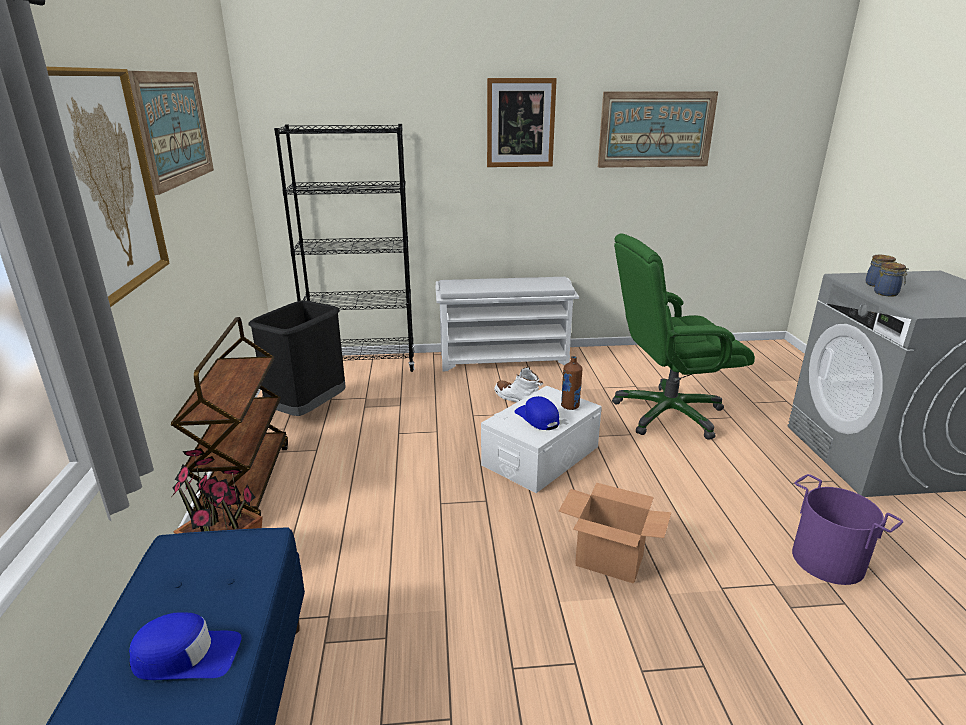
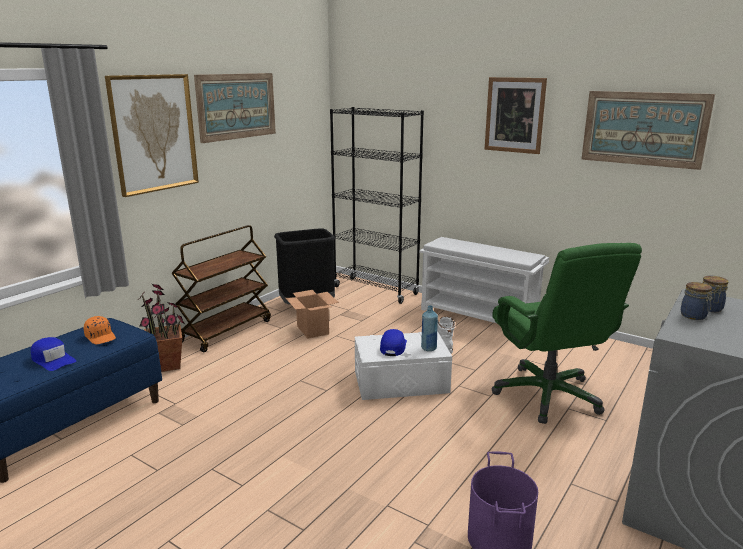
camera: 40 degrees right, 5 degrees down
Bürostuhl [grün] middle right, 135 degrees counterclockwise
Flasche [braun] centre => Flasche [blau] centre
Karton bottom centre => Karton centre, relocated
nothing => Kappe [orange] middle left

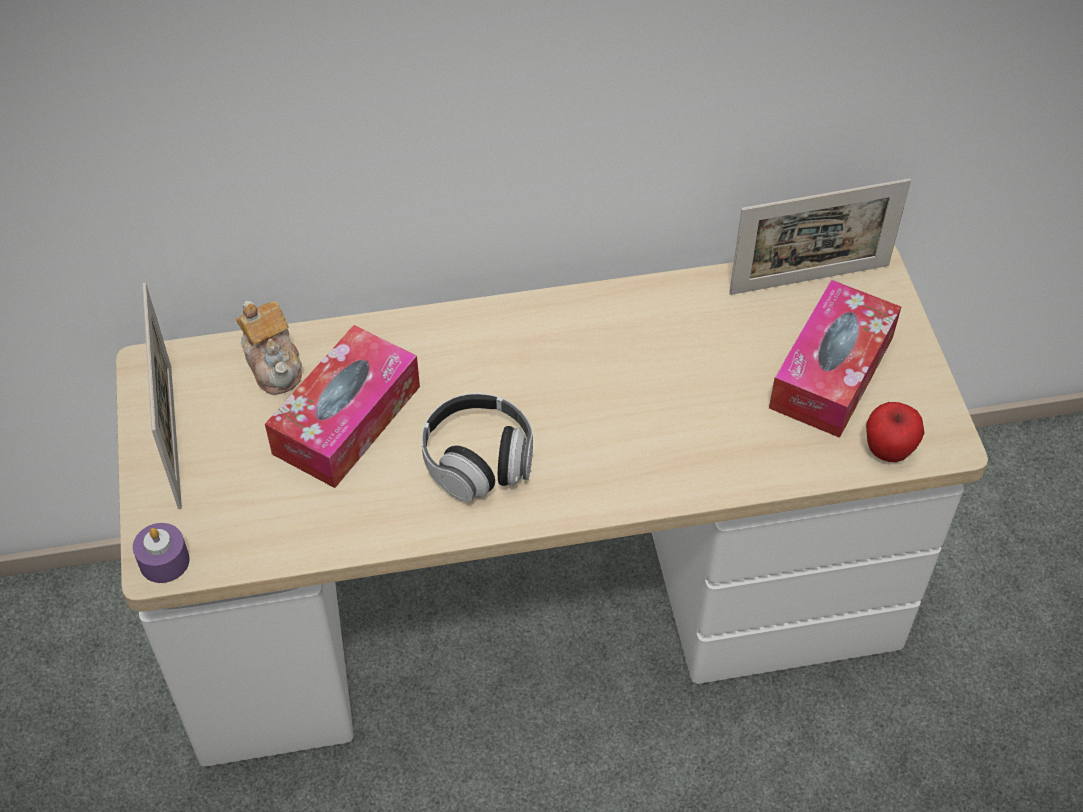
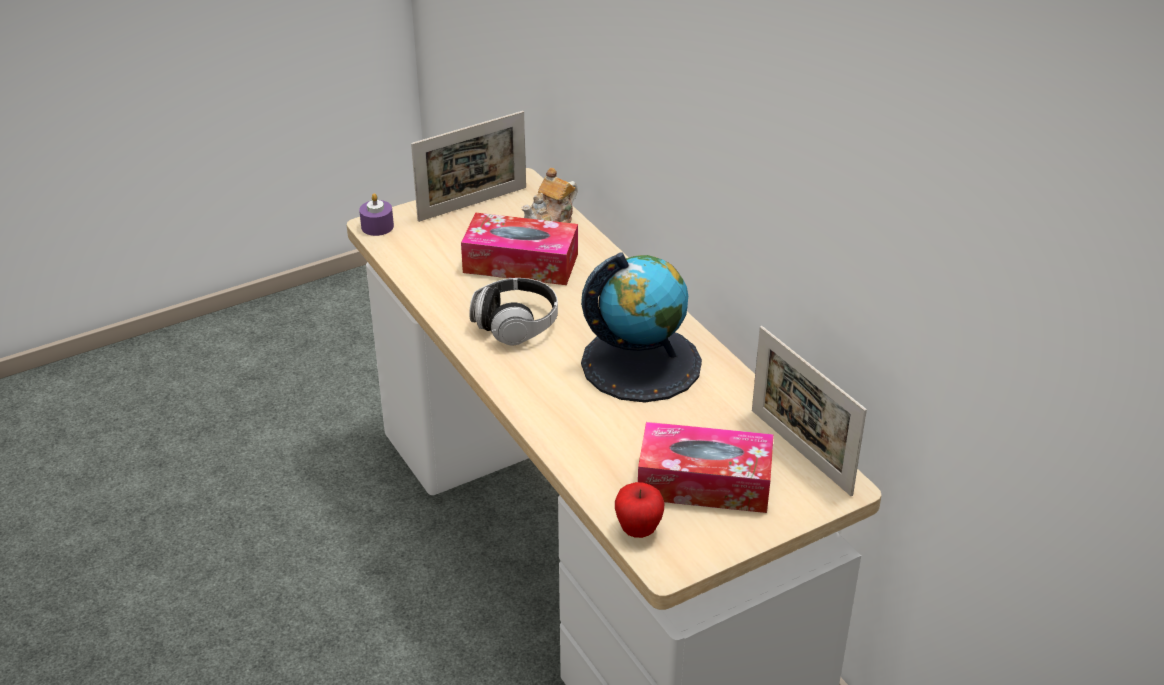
camera: 70 degrees right, 15 degrees down
nothing => Globus centre

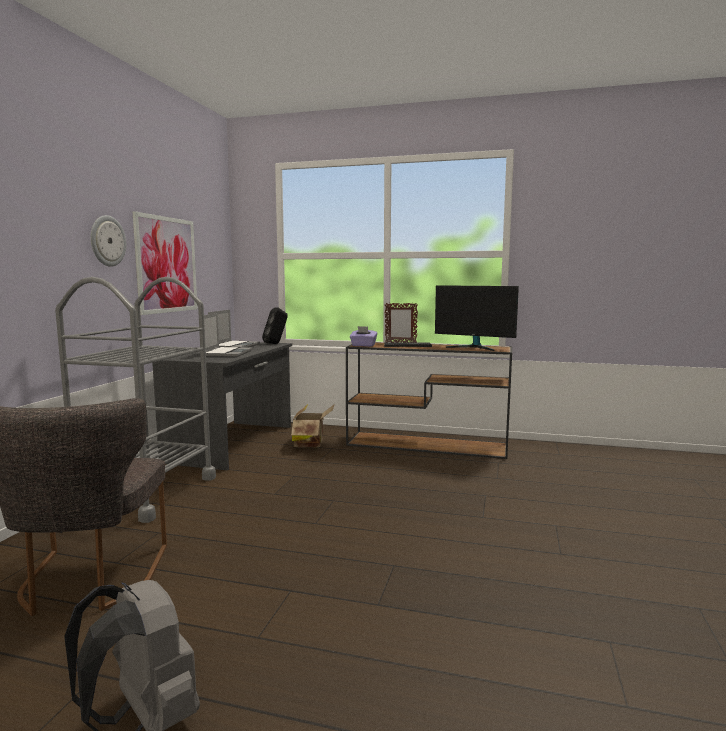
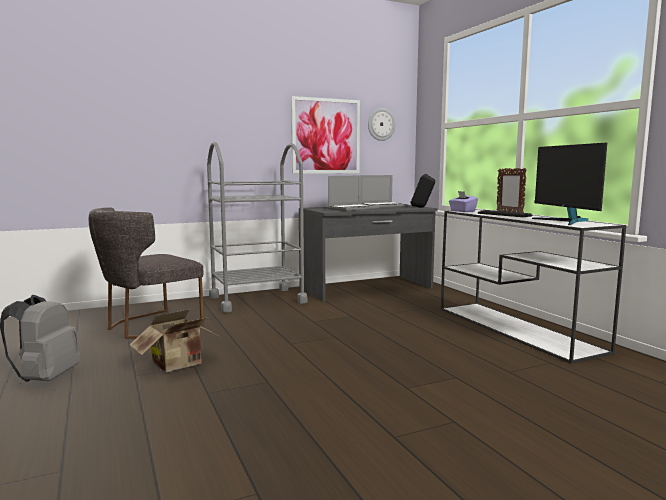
camera: 50 degrees right, 0 degrees up
Wanduhr top left => Wanduhr top centre, relocated
Konsolentisch [braun] centre => Konsolentisch [weiß] middle right
Karton centre => Karton bottom left, relocated

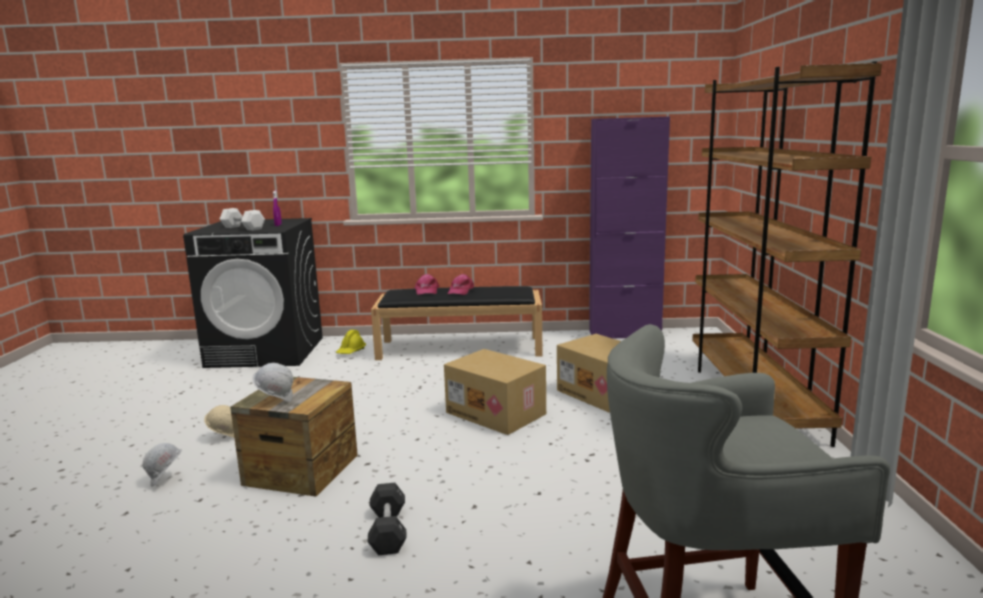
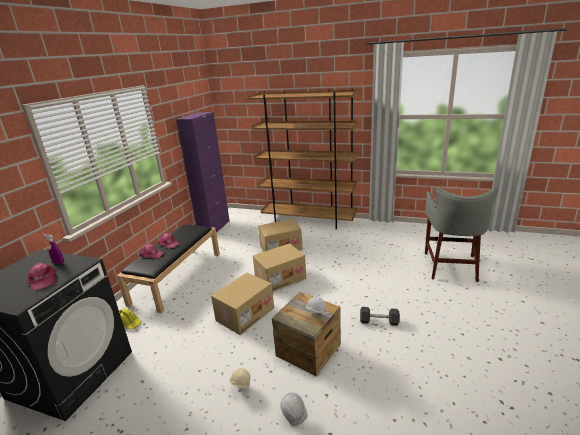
camera: 70 degrees left, 10 degrees up
Hantel [weiß] middle left => Kappe [rosa] (no. 1 from left) middle left
nothing => Karton (no. 1 from left) bottom centre

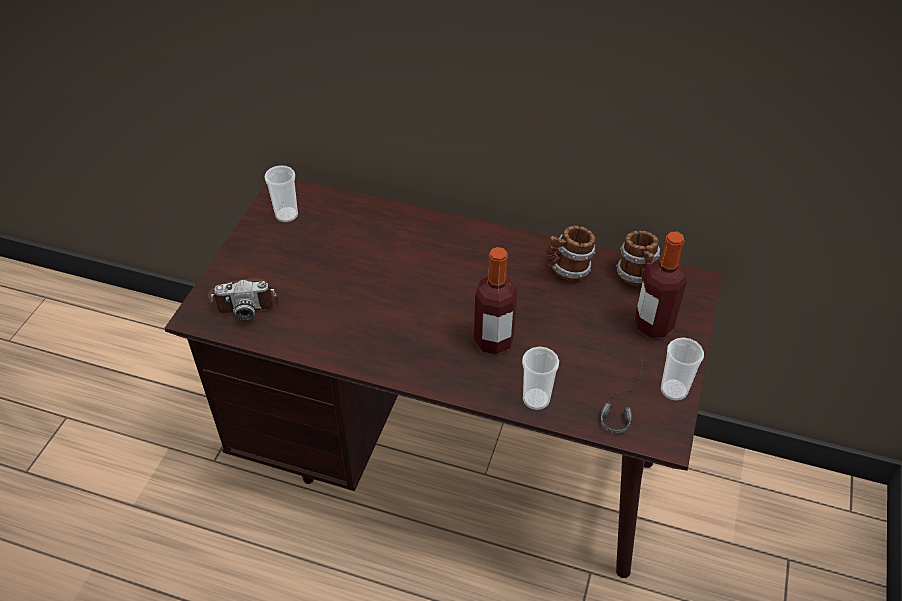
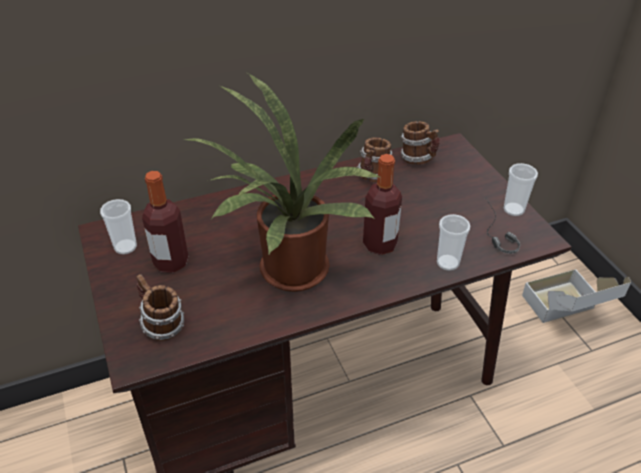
camera: 40 degrees left, 5 degrees down
Flasche (no. 2 from left in the first image) middle right => Flasche (no. 1 from left) middle left, relocated
Kamera middle left => Henkelbecher (no. 1 from left) middle left
nothing => Topfpflanze centre
nothing => Karton middle right

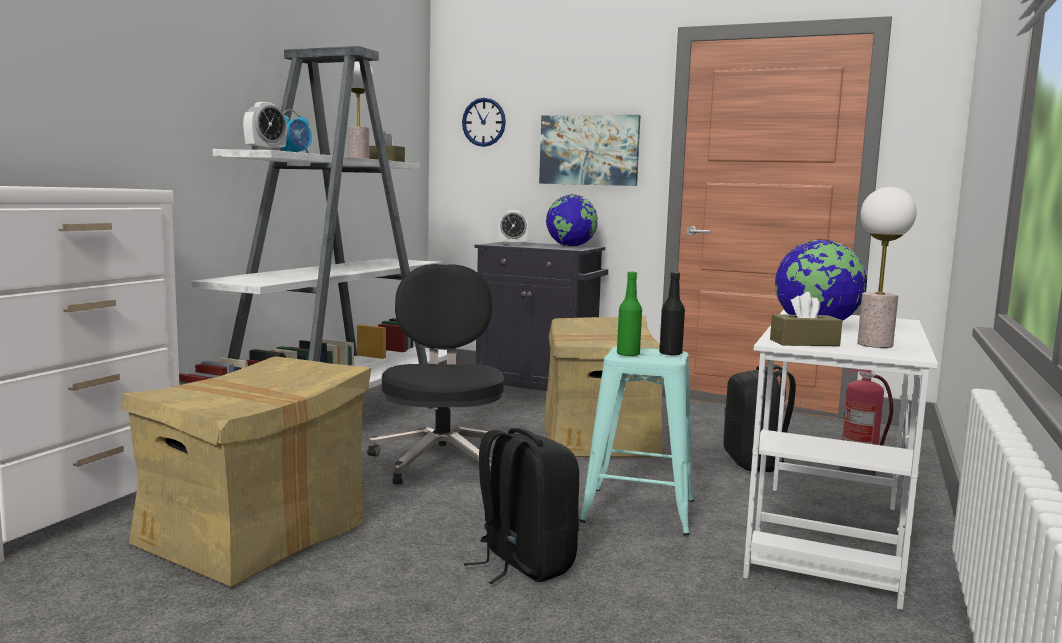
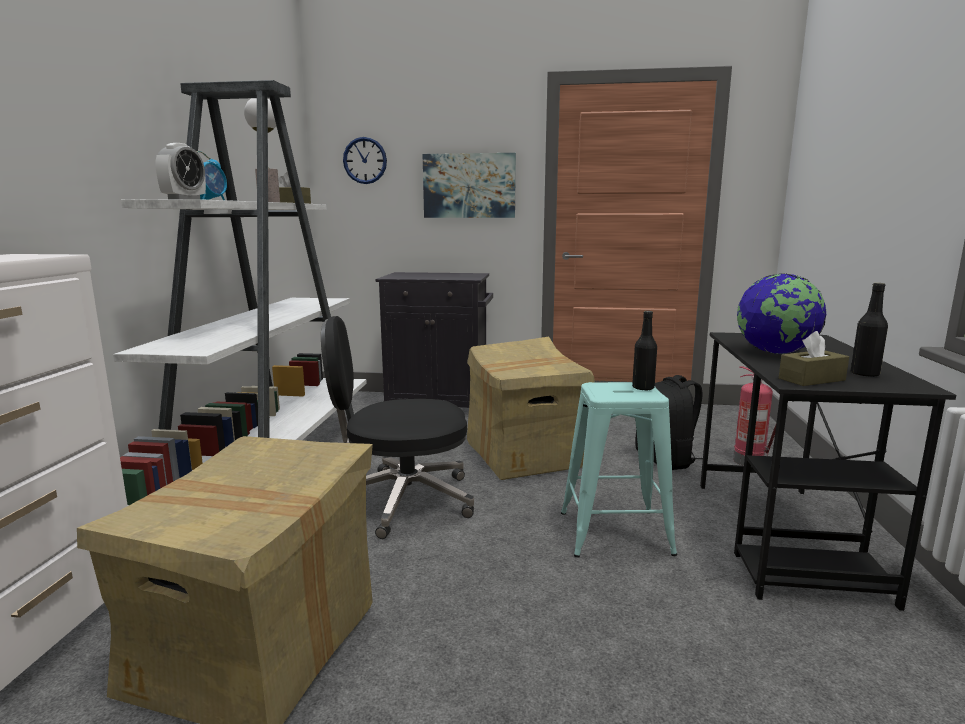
camera: 15 degrees left, 5 degrees up
Tischlampe (no. 2 from left) middle right => Flasche [schwarz] (no. 2 from left) middle right
Globus (no. 1 from left) centre => nothing
Wecker (no. 3 from left) centre => nothing
Bürostuhl [schwarz] centre, 75 degrees counterclockwise
Flasche [grün] centre => nothing
Schreibtisch [weiß] bottom right => Schreibtisch [schwarz] middle right
Rucksack [schwarz] (no. 1 from left) bottom centre => nothing

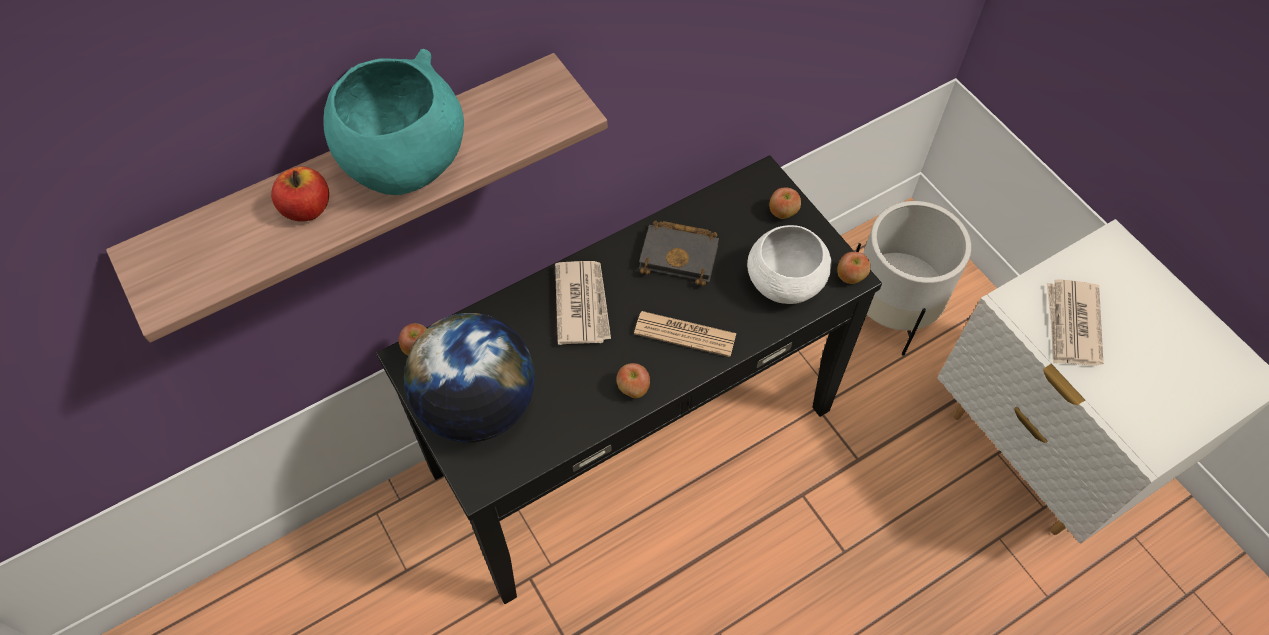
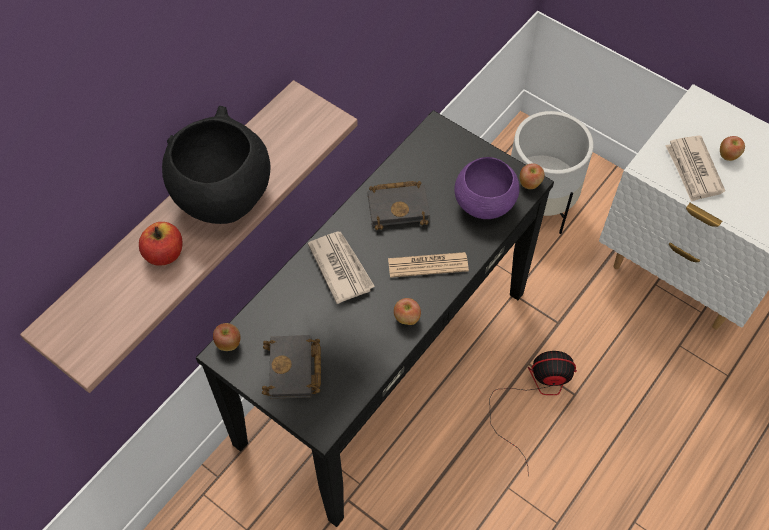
camera: 20 degrees left, 0 degrees up
Schüssel [türkis] top left => Schüssel [schwarz] top left
Apfel (no. 4 from left in the first image) top centre => Apfel (no. 5 from left) top right, relocated
Schüssel [weiß] centre => Schüssel [lila] centre
Globus centre => Buch [schwarz] (no. 1 from left) bottom centre
nothing => Ventilator bottom right

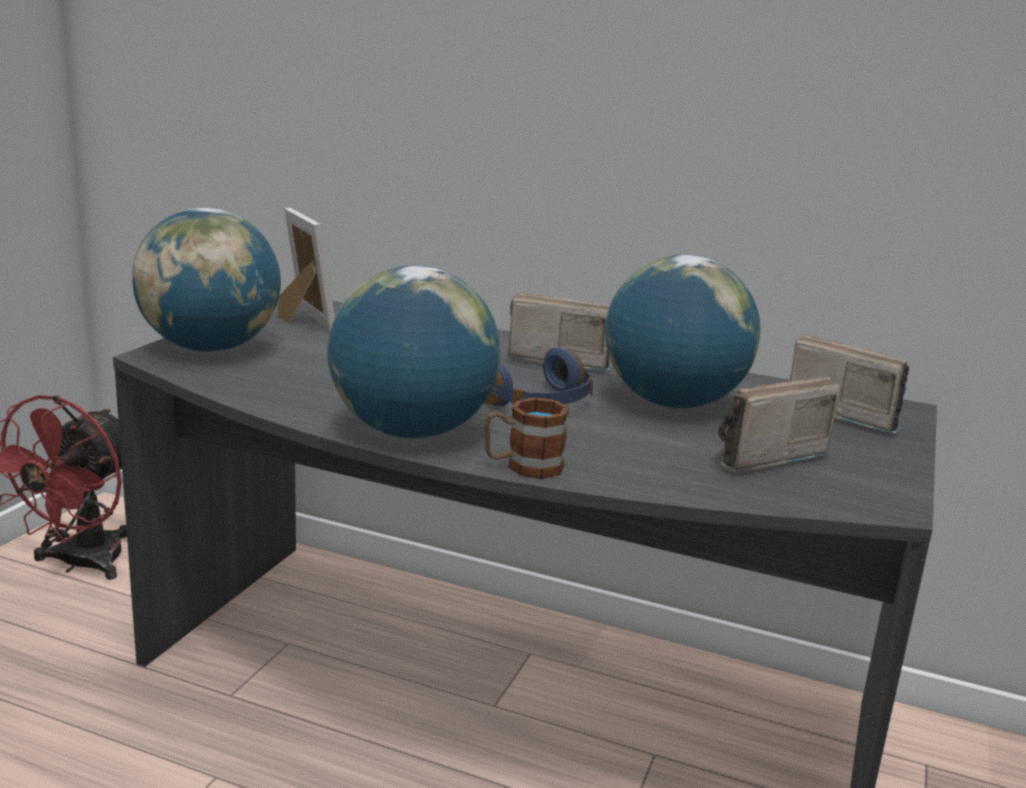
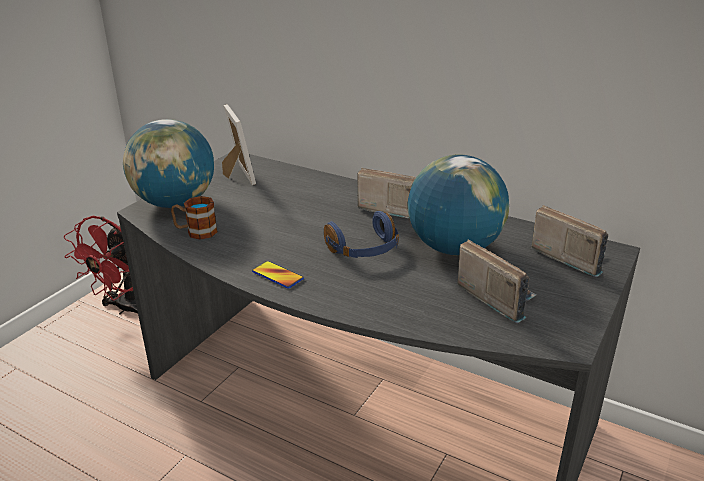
camera: 10 degrees right, 10 degrees up
Globus (no. 2 from left) centre => Handy centre
Radio (no. 2 from left) middle right, 75 degrees clockwise
Henkelbecher centre => Henkelbecher middle left, relocated

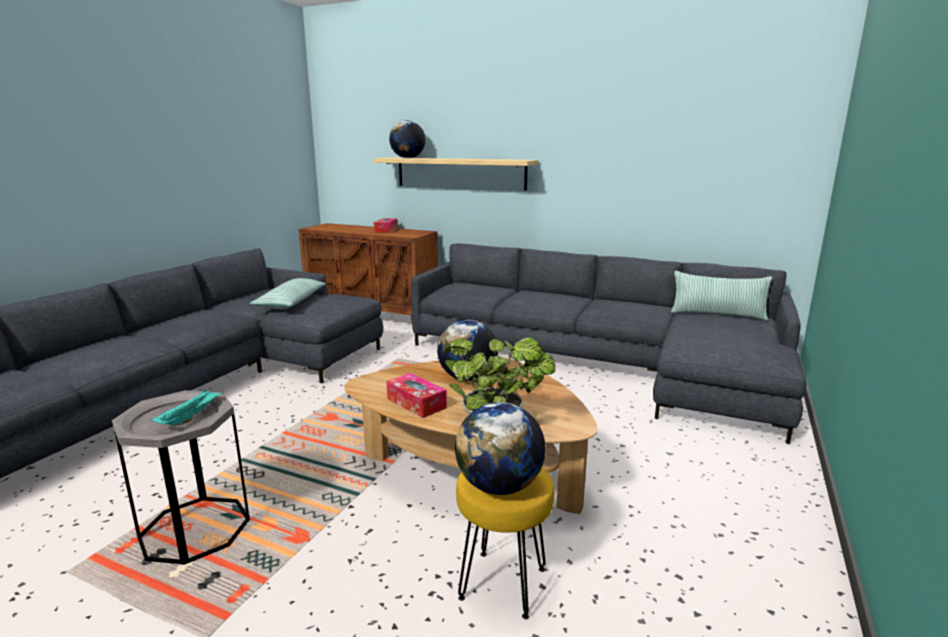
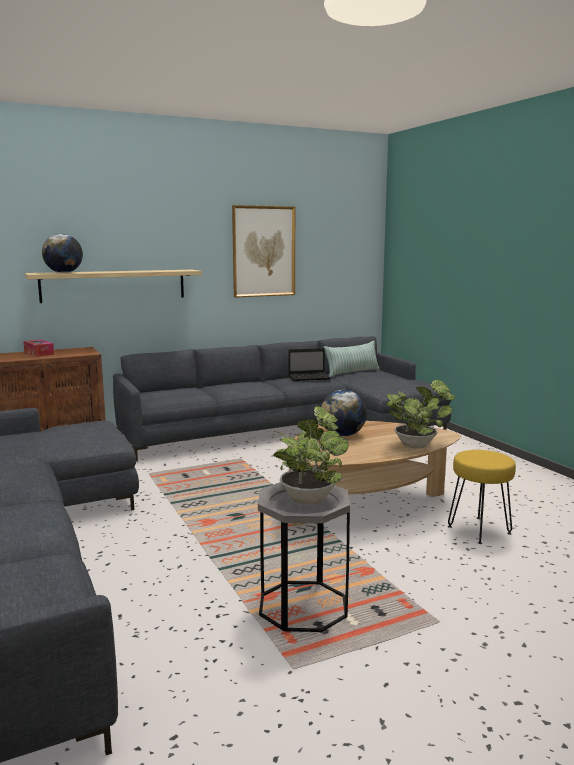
camera: 50 degrees left, 5 degrees down
Kissen (no. 1 from left) middle left => nothing
Taschentuchbox (no. 2 from left) centre => nothing
Tablett [türkis] middle left => Topfpflanze (no. 1 from left) centre
Globus (no. 3 from left) bottom centre => nothing
nothing => Bild top centre
nothing => Laptop centre

